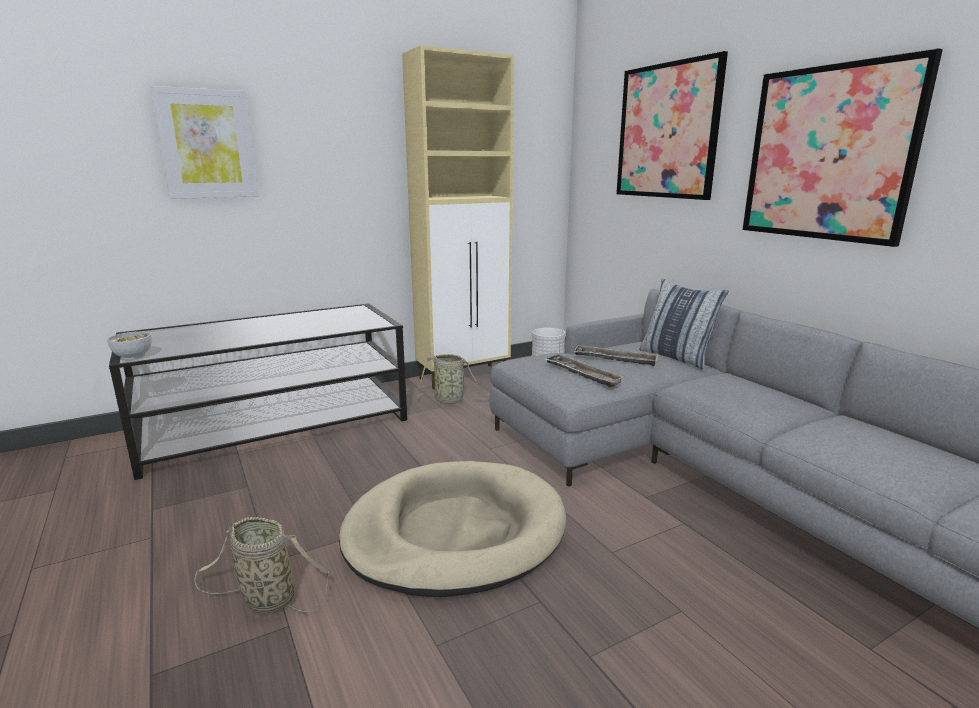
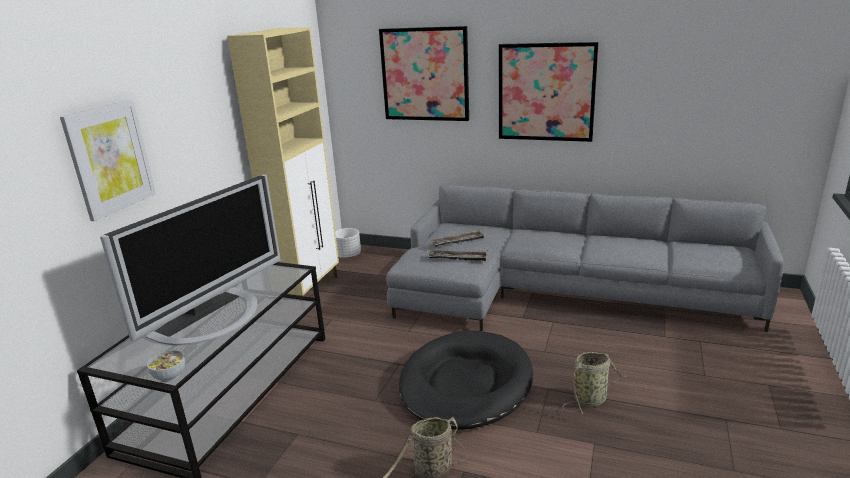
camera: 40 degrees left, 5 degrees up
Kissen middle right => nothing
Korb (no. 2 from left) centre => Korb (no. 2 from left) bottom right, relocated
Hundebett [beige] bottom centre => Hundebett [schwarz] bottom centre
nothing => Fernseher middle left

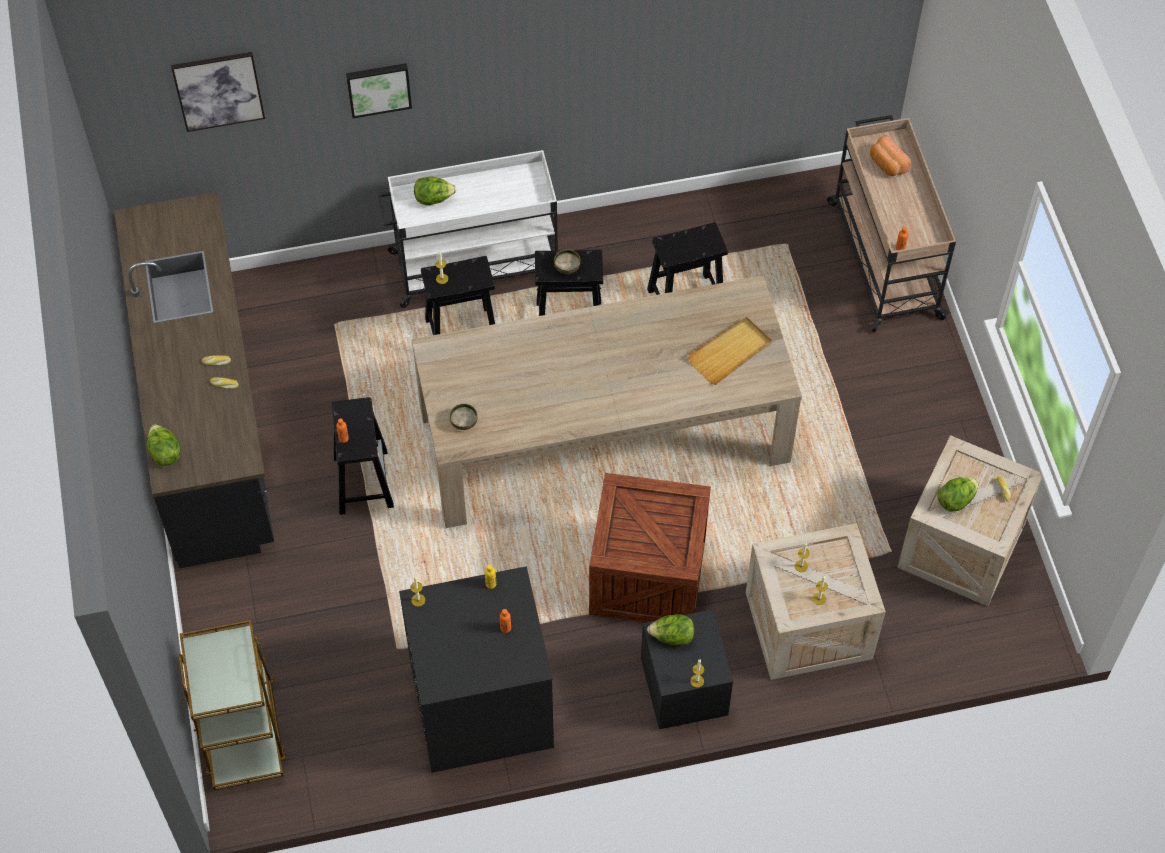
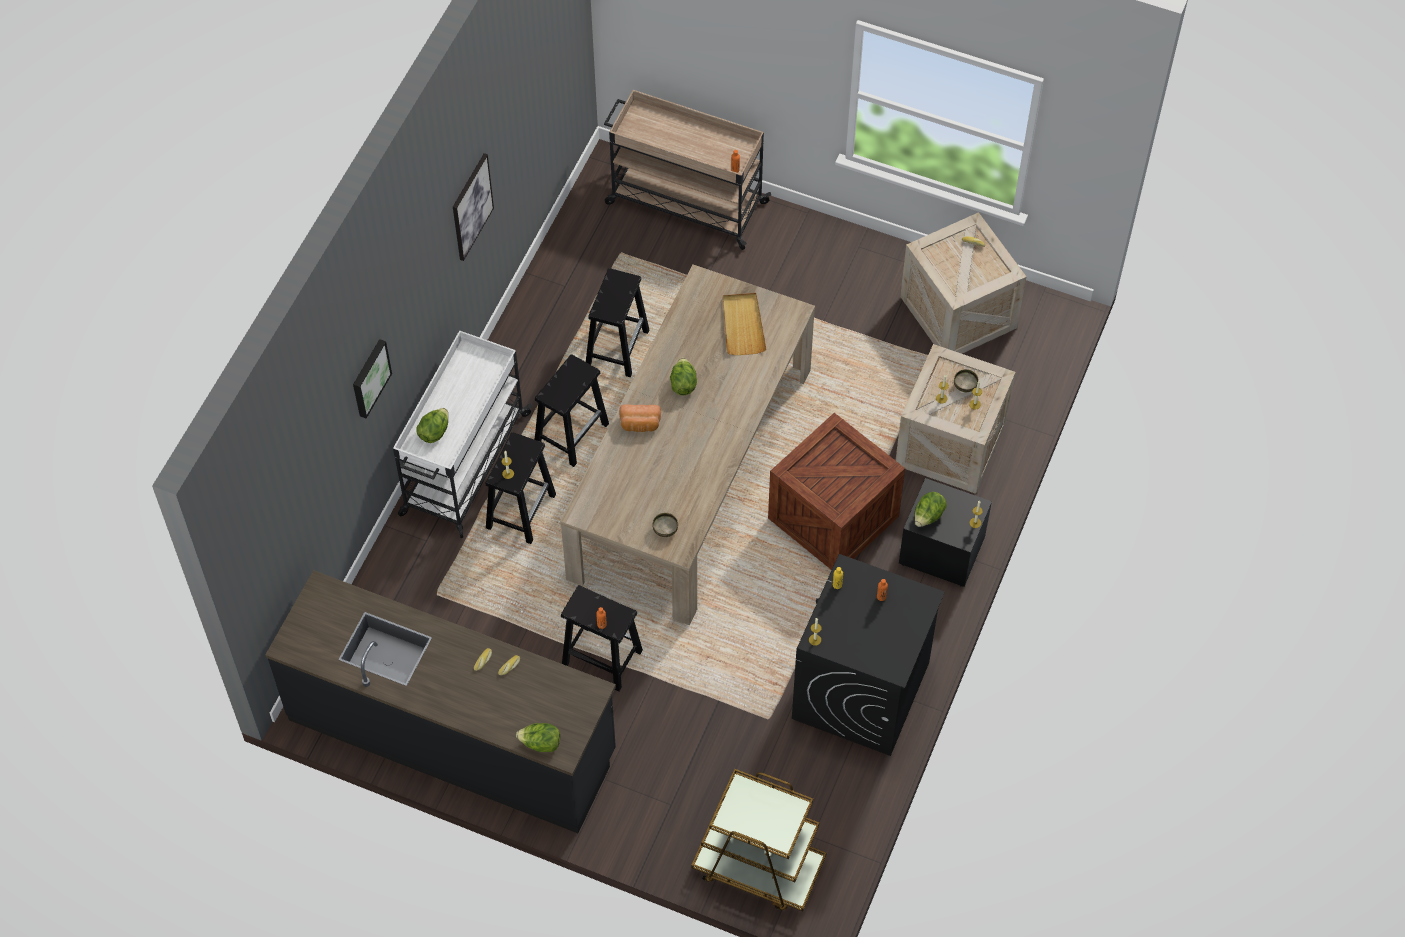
camera: 55 degrees left, 0 degrees up
Bild (no. 1 from left in the first image) top left => Bild (no. 2 from left) top centre, relocated
Brot (no. 3 from left) top right => Brot (no. 3 from left) centre, relocated
Schüssel (no. 2 from left) top centre => Schüssel (no. 2 from left) middle right, relocated
Salatkopf (no. 4 from left in the first image) middle right => Salatkopf (no. 3 from left) centre, relocated

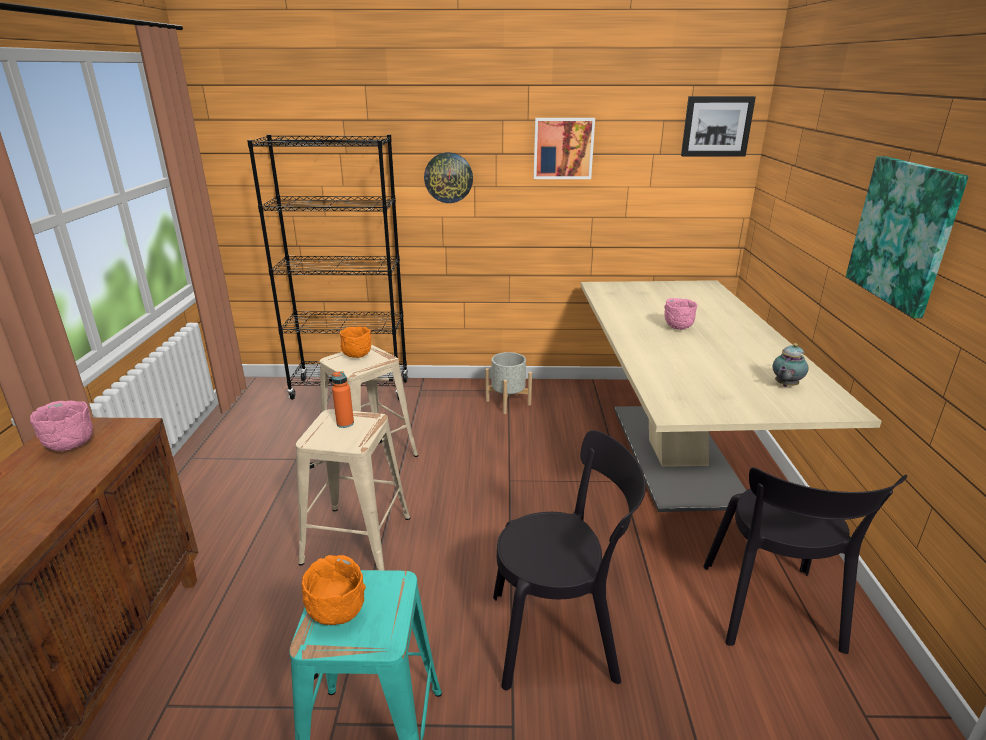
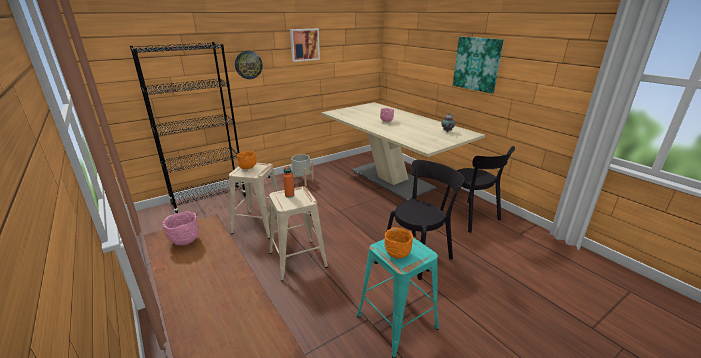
camera: 35 degrees left, 0 degrees up
Bild (no. 2 from left) top right => nothing

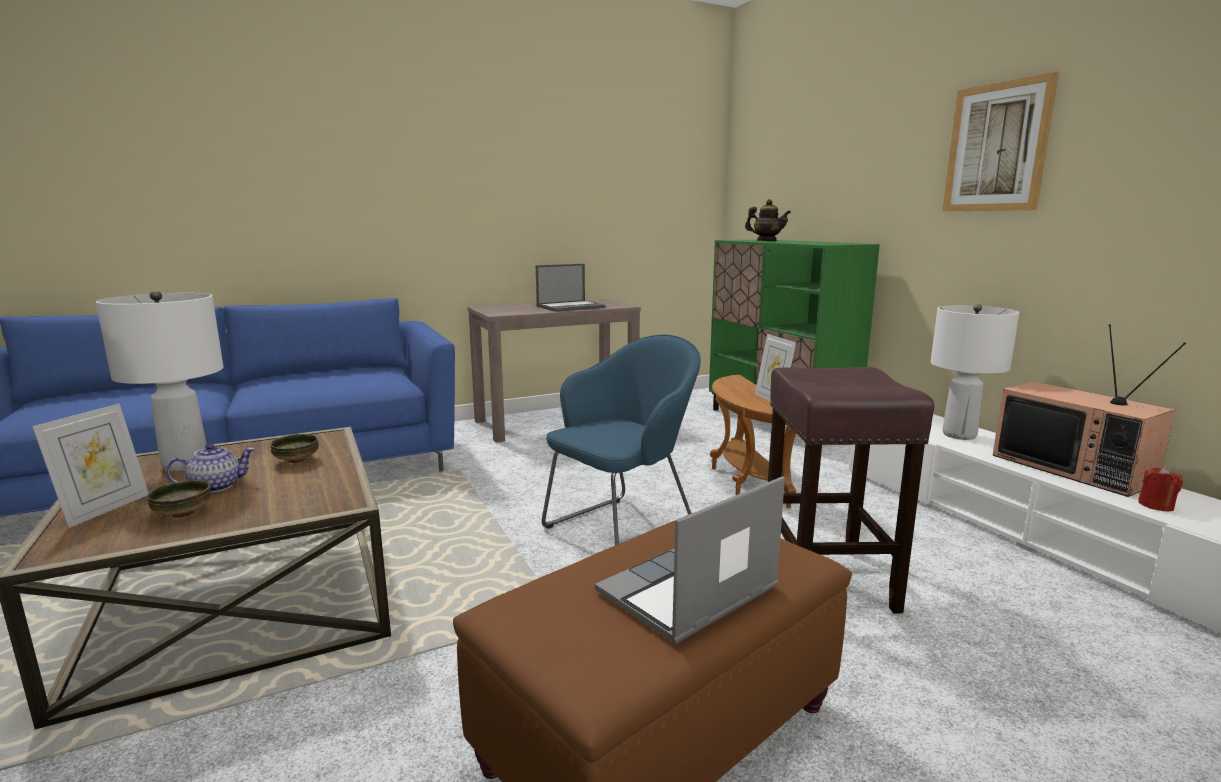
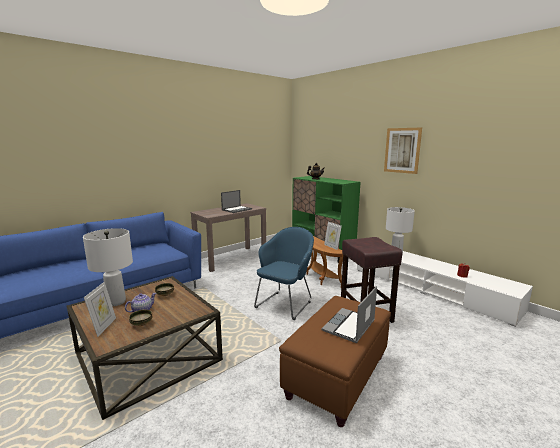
camera: 15 degrees left, 0 degrees up
Fernseher middle right => nothing

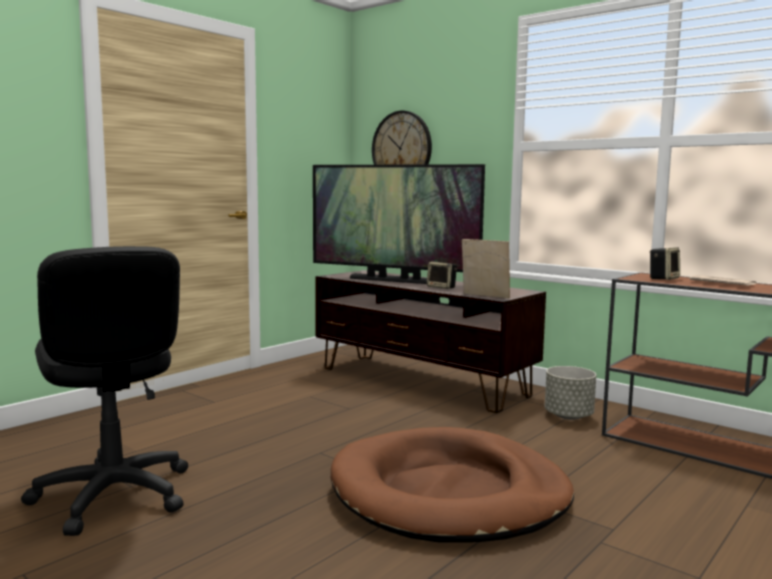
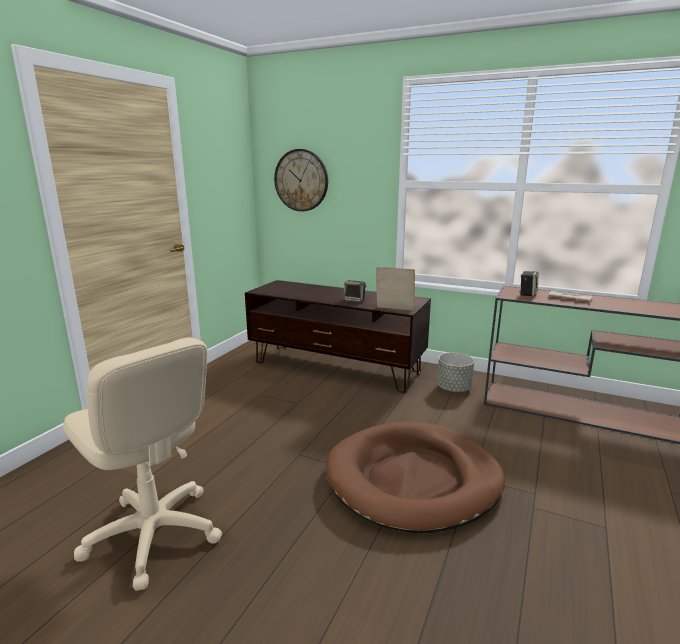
camera: 15 degrees left, 10 degrees up
Fernseher centre => nothing
Bürostuhl [schwarz] bottom left => Bürostuhl [beige] bottom left

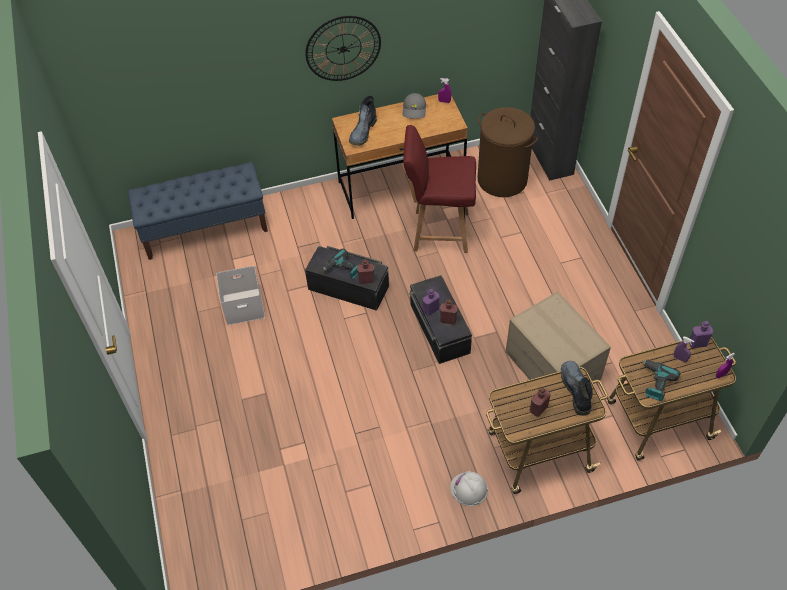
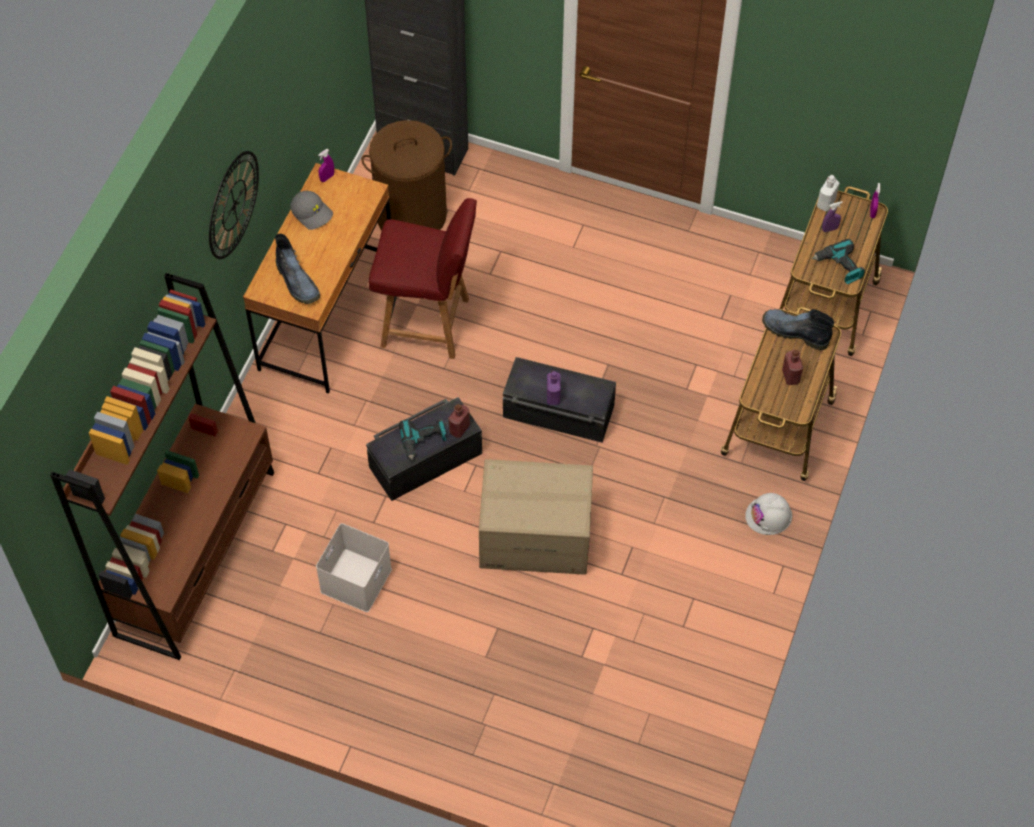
camera: 55 degrees left, 5 degrees up
Stuhl [rot] top centre => Stuhl [rot] centre, 120 degrees counterclockwise
Bank [blau] middle left => Bücherregal [braun] middle left
Karton middle right => Karton centre, relocated
Flasche [rot] (no. 2 from left) centre => nothing
Flasche [lila] (no. 2 from left) middle right => Flasche [weiß] top right

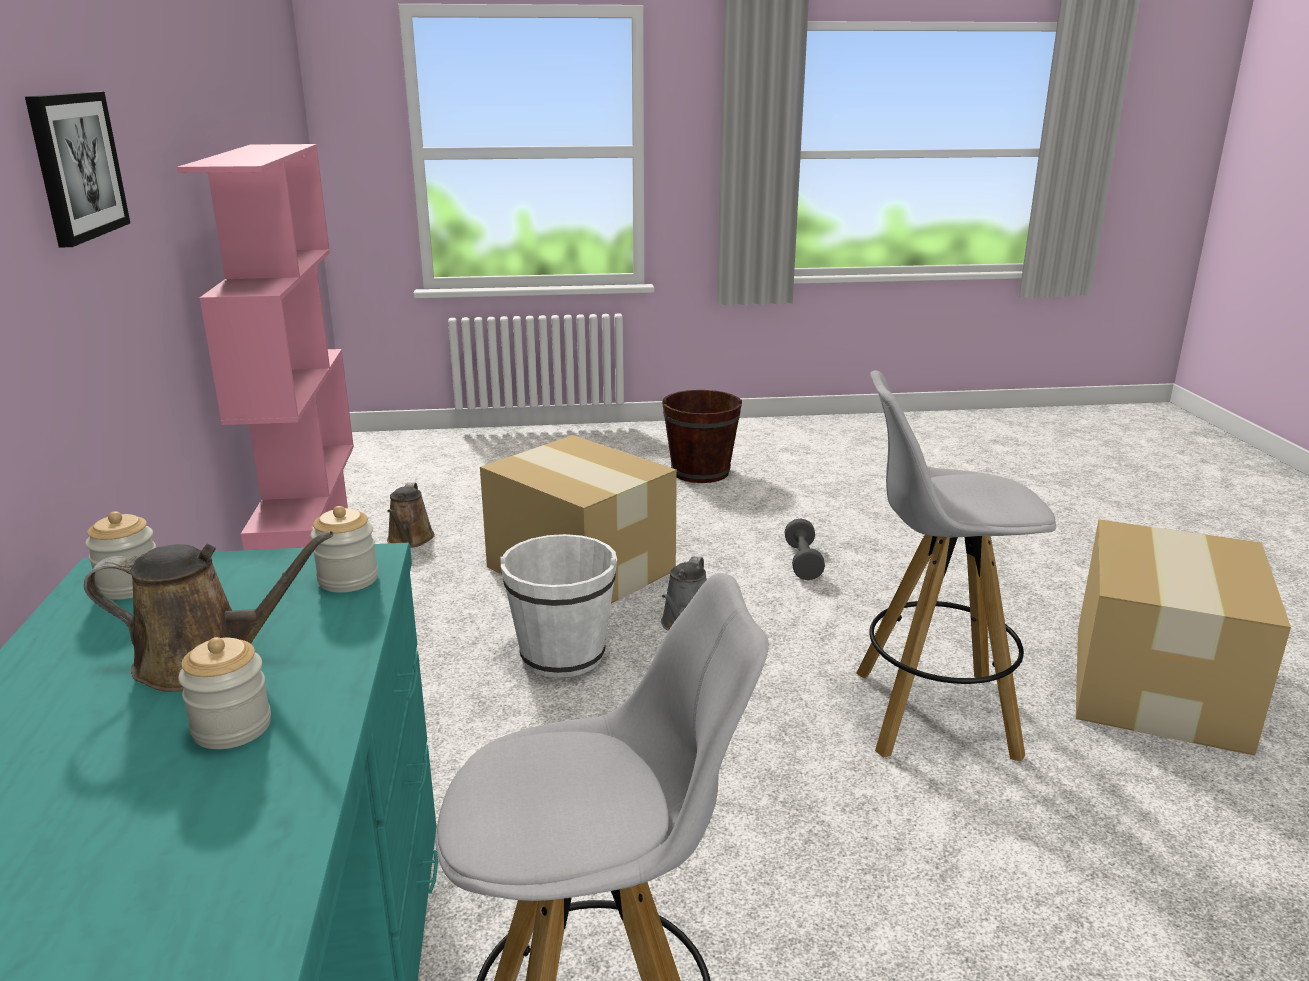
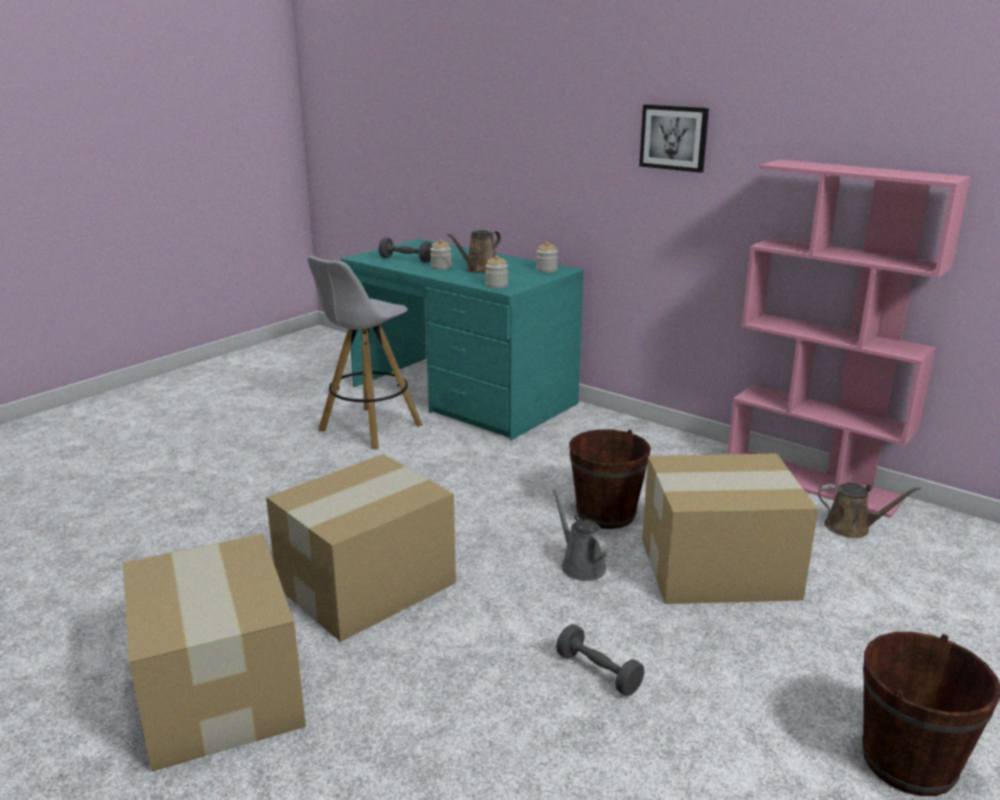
camera: 135 degrees right, 0 degrees up
Hocker [weiß] (no. 2 from left) middle right => Karton (no. 2 from left) bottom centre
Gießkanne [braun] (no. 2 from left) middle left => Gießkanne [braun] (no. 2 from left) middle right, 150 degrees clockwise
Eimer [weiß] centre => Eimer [braun] (no. 1 from left) centre
nothing => Hantel [grau] (no. 1 from left) top centre

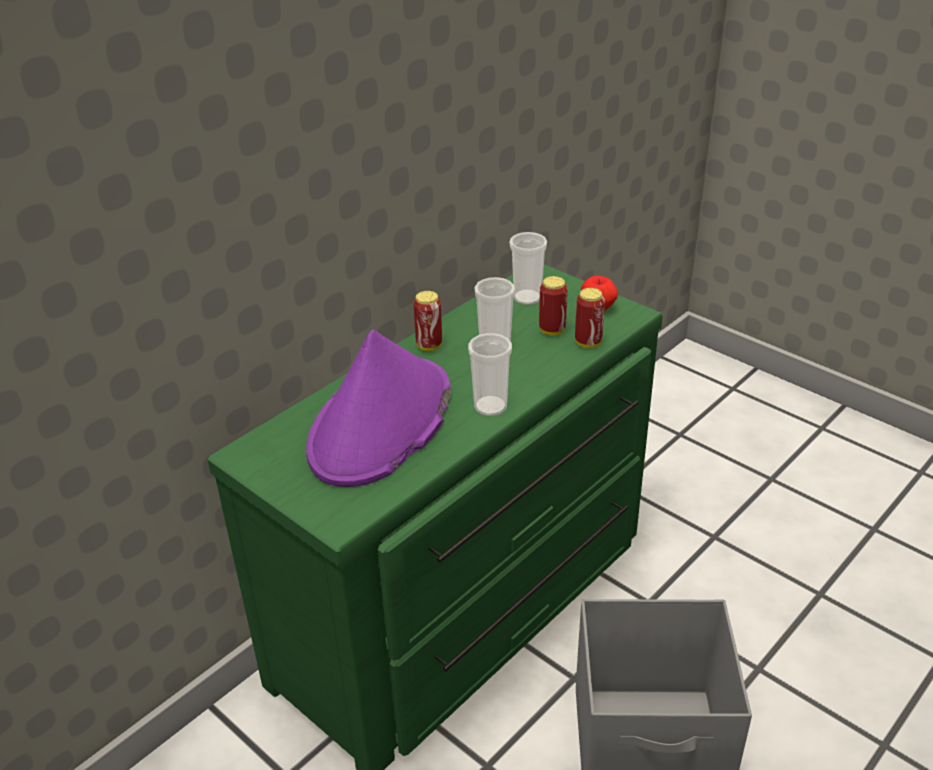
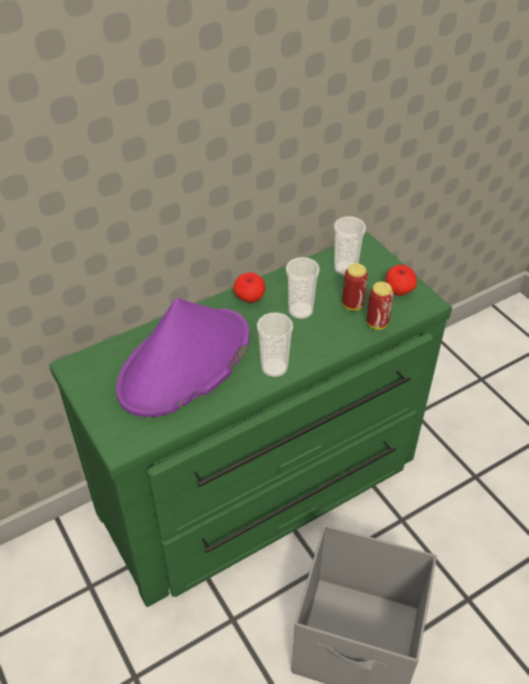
camera: 15 degrees right, 10 degrees up
Dose (no. 1 from left) centre => Apfel (no. 1 from left) centre

